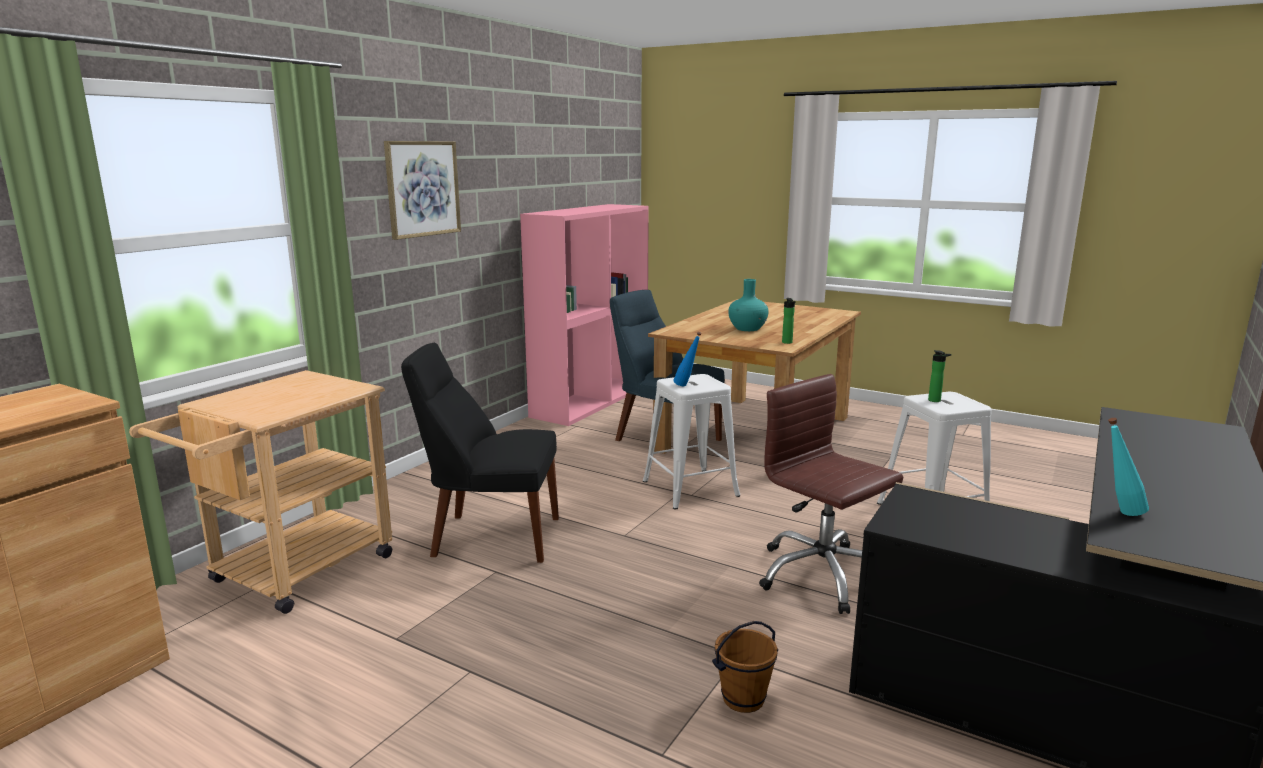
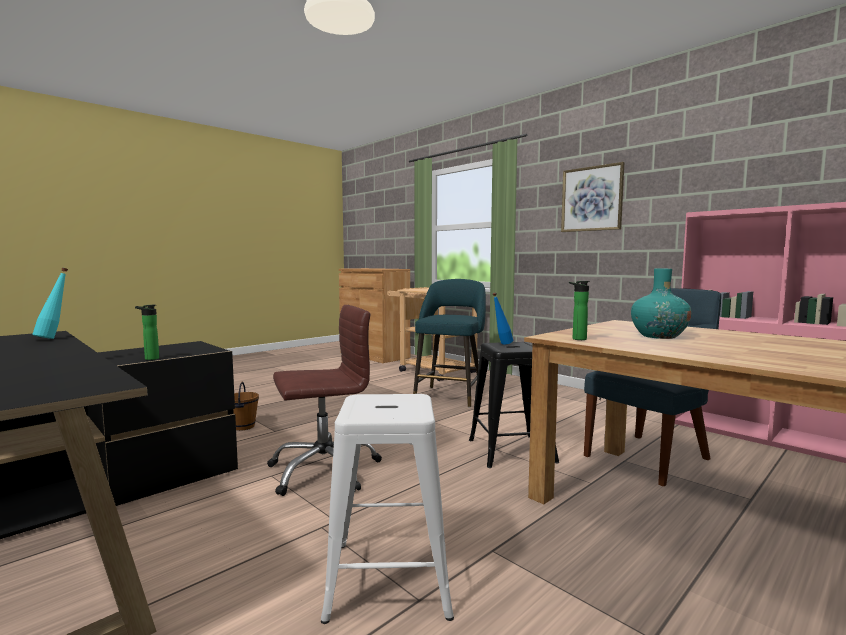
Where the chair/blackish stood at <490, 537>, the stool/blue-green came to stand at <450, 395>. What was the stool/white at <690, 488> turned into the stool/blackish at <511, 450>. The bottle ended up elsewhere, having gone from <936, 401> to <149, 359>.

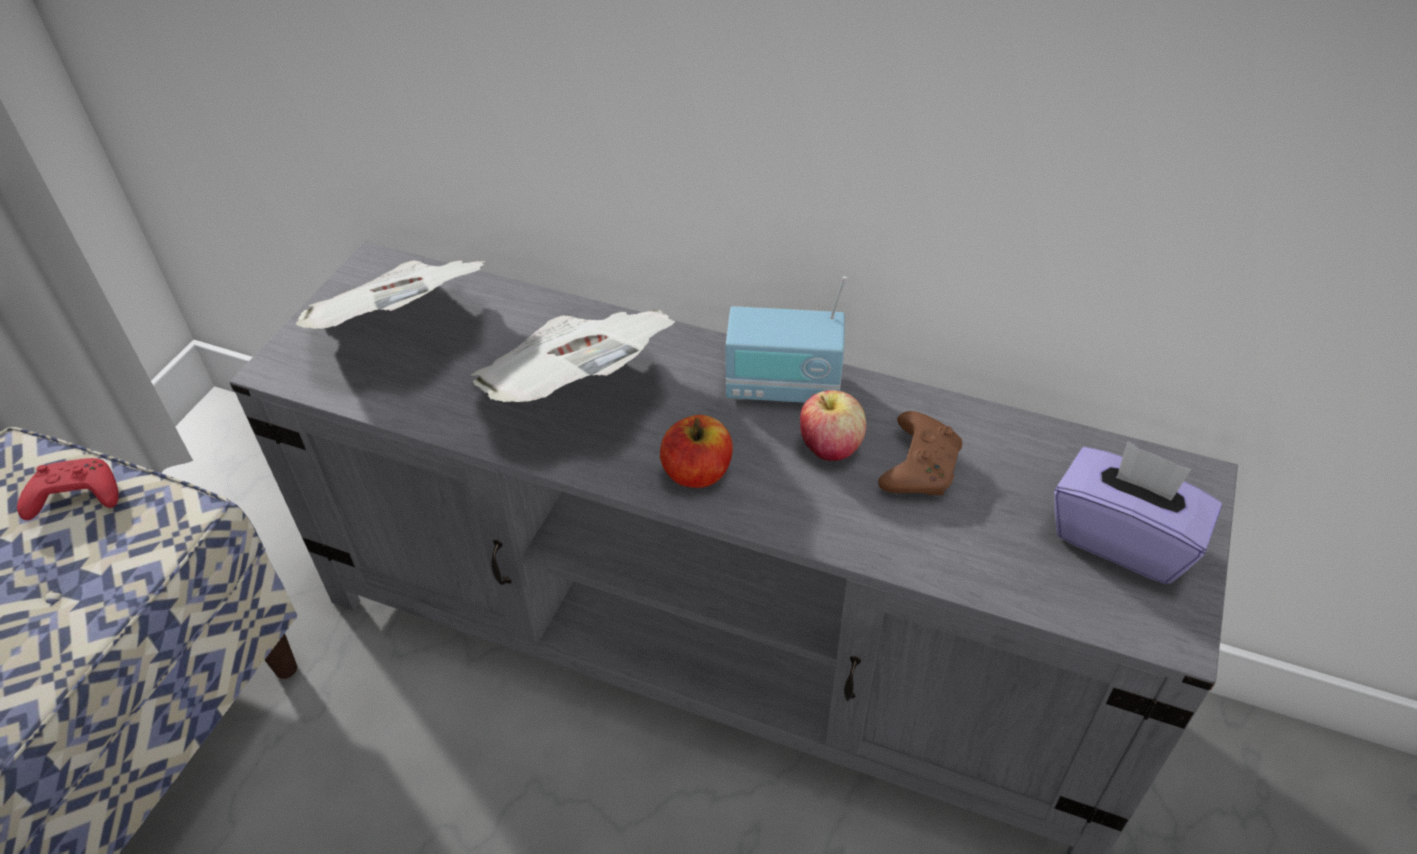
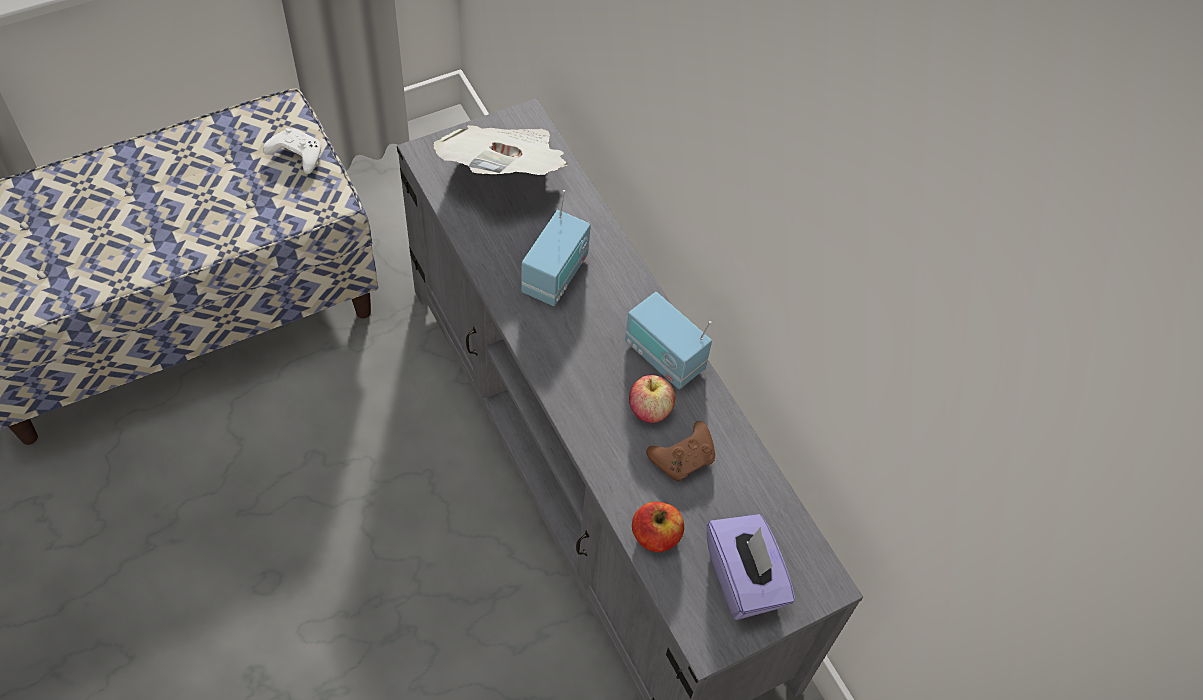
What was the gamepad/red at <75, 499> turned into the gamepad/white at <295, 156>. Where the newspaper stood at <575, 389>, the radio set came to stand at <556, 275>. The whole apple ended up elsewhere, having gone from <697, 472> to <655, 536>.

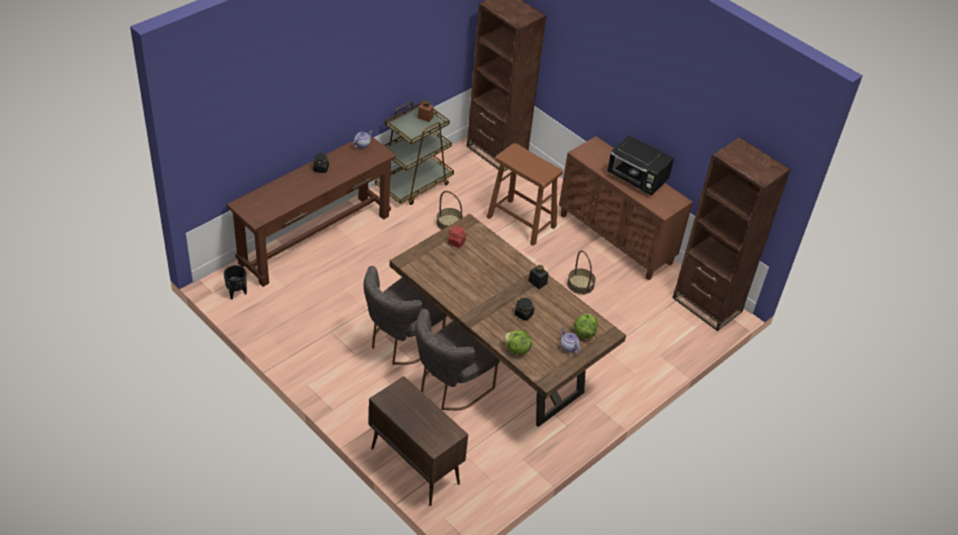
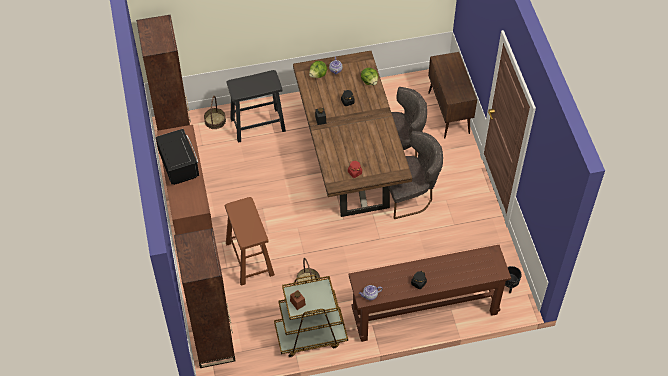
The household basket ended up elsewhere, having gone from <580, 284> to <215, 120>. The second view gained the stool/blackish at <258, 125>.

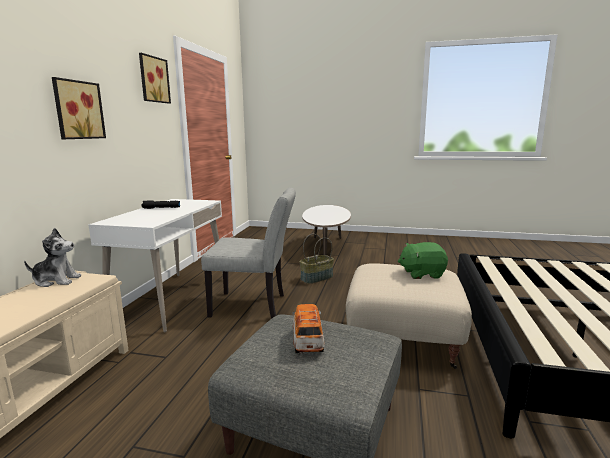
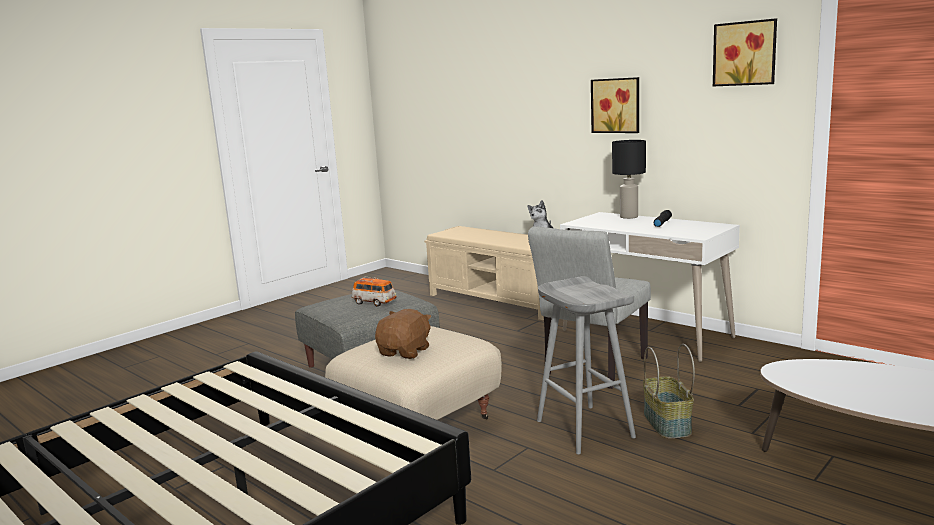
What was the plush toy/green at <422, 274> turned into the plush toy/brownish at <405, 352>. The second view gained the stool/grey at <583, 428>. The second view gained the tabletop lamp/blackish at <628, 217>.

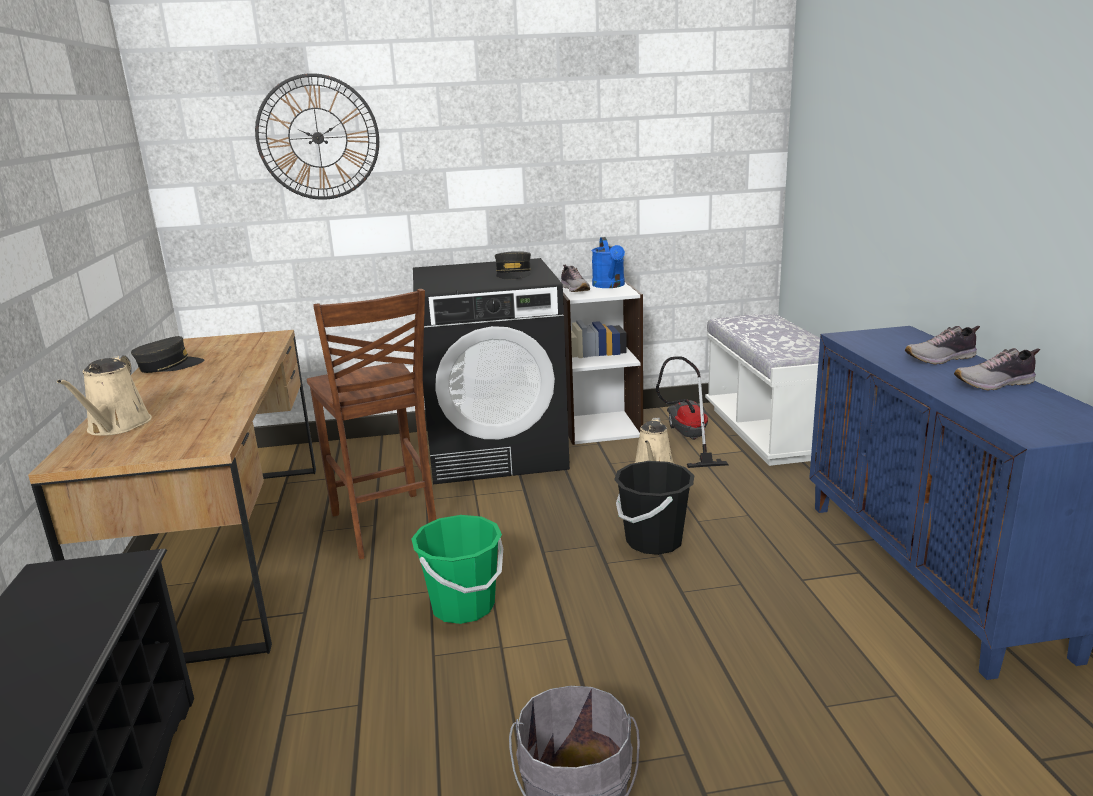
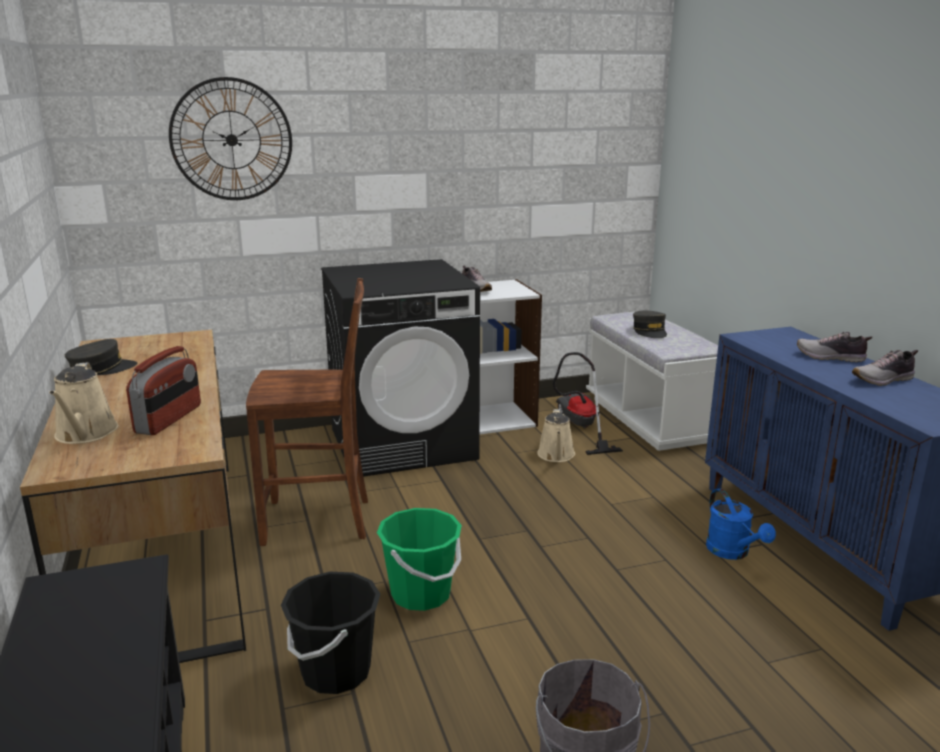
The chair/brownish at <385, 527> ended up facing another way, 60 degrees counterclockwise from before. The cap/grey ended up elsewhere, having gone from <513, 274> to <650, 331>. The sprinkling can/blue ended up elsewhere, having gone from <610, 286> to <732, 552>. The pail/blackish ended up elsewhere, having gone from <653, 541> to <335, 671>. The item of footwear at <941, 359> ended up facing another way, 45 degrees clockwise from before. The second view gained the radio set at <169, 419>.

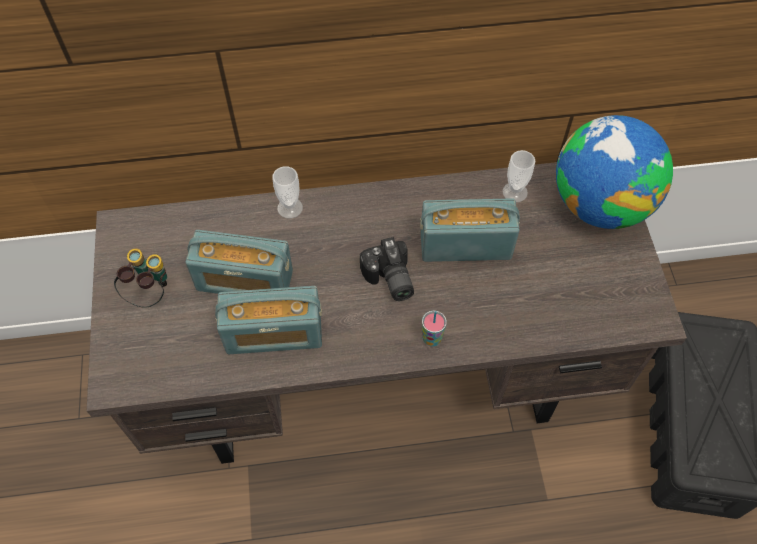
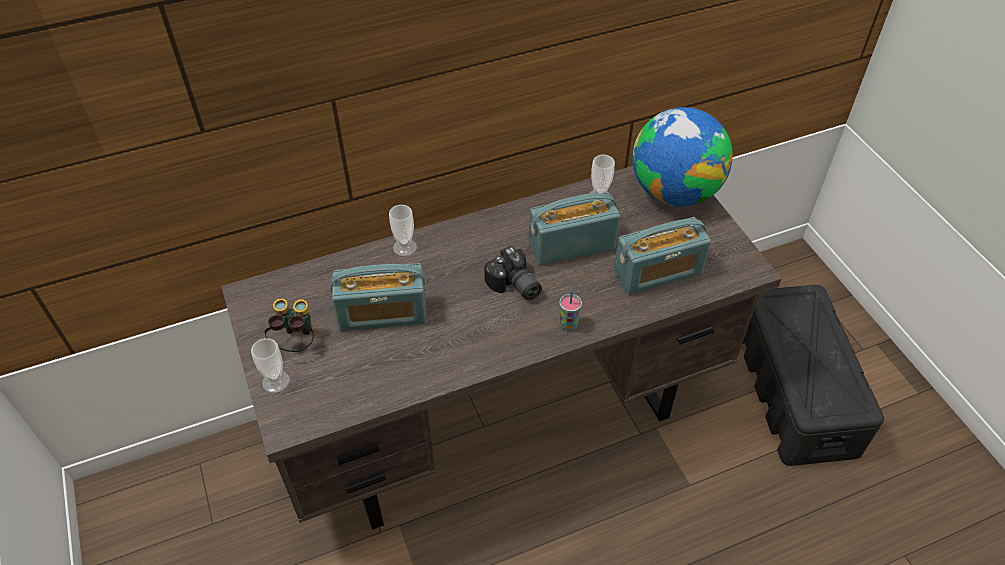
The radio set ended up elsewhere, having gone from <274, 334> to <658, 273>. The second view gained the small cup at <276, 381>.

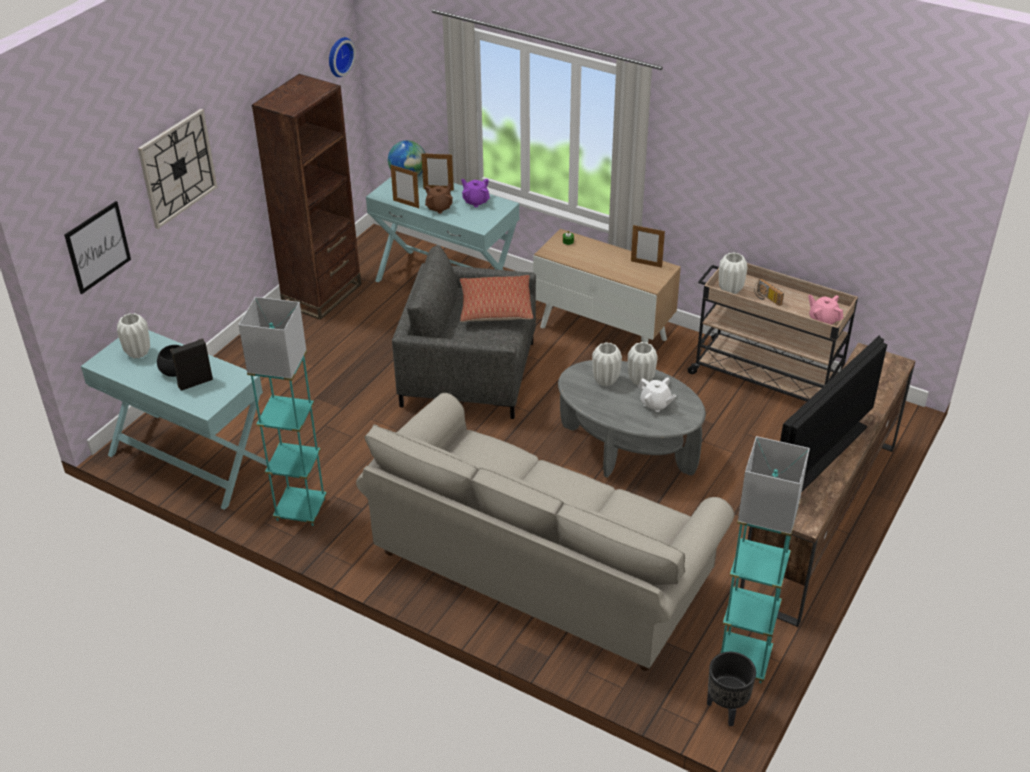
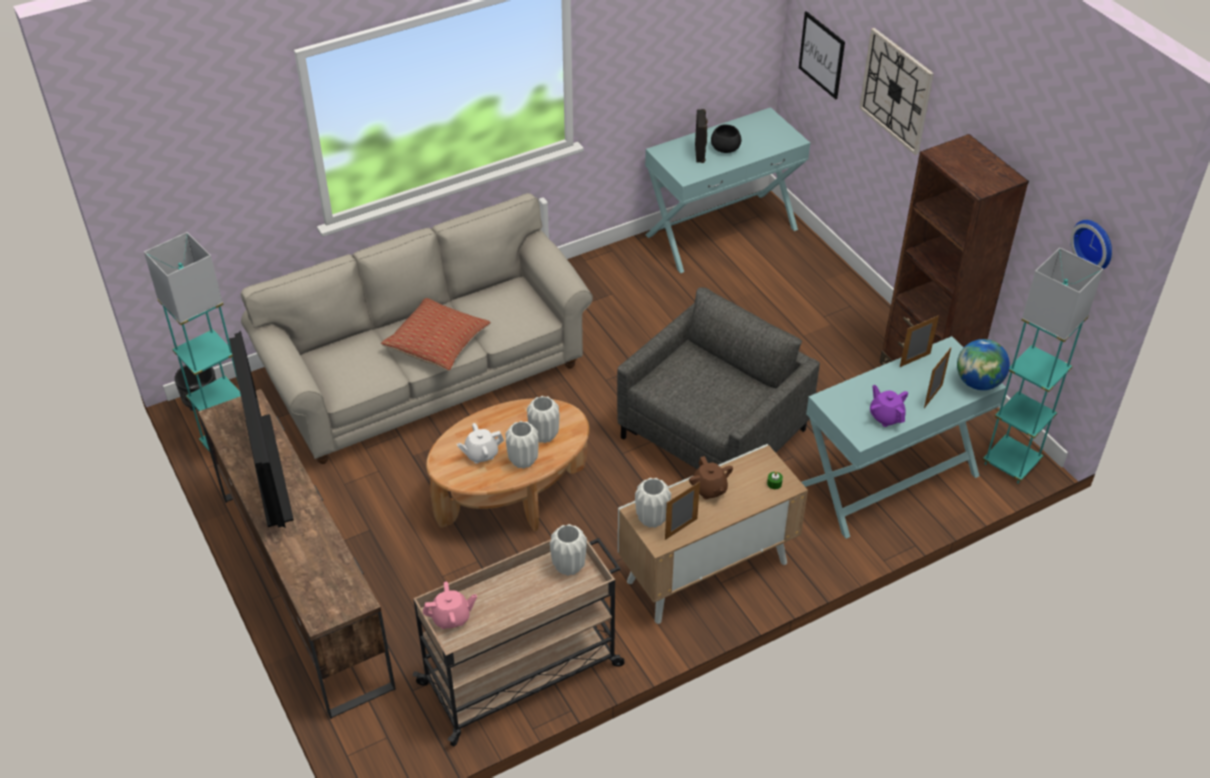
The flower vase/white ended up elsewhere, having gone from <138, 353> to <651, 519>. The standing lamp/blue-green ended up elsewhere, having gone from <300, 509> to <1011, 462>. The pot for tea/brownish ended up elsewhere, having gone from <439, 207> to <709, 489>. The pillow ended up elsewhere, having gone from <495, 308> to <437, 343>. The pot for tea/purplish at <475, 201> ended up facing another way, 105 degrees counterclockwise from before. What was the lounge table/grey at <627, 450> turned into the lounge table/brownish at <512, 497>. The second view lost the radio set at <766, 298>.

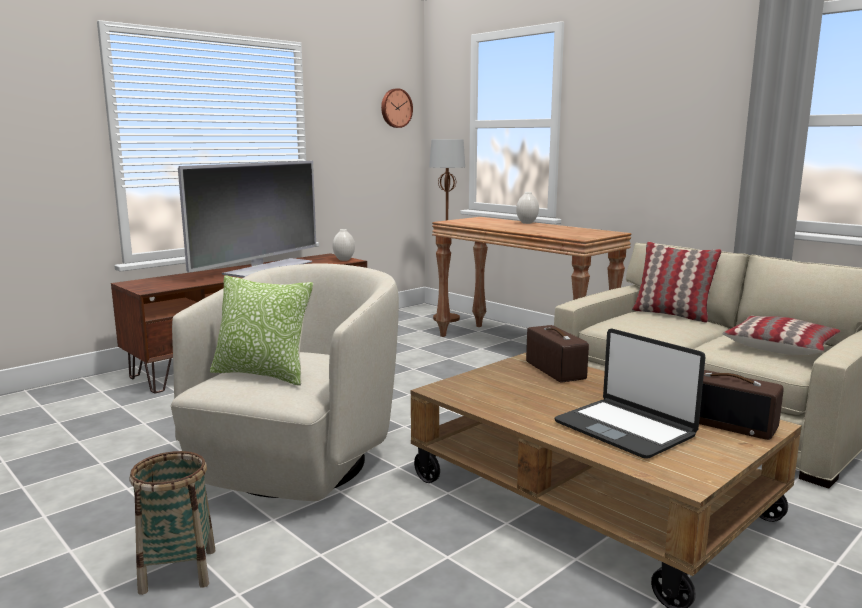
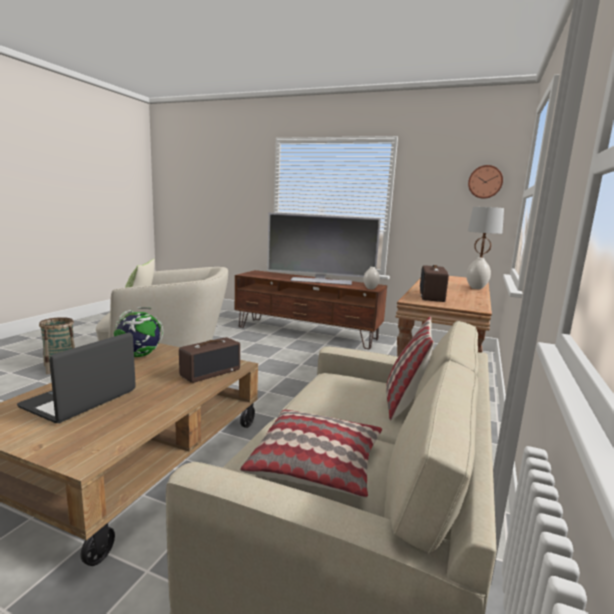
The radio set ended up elsewhere, having gone from <728, 424> to <432, 296>. The second view gained the world globe at <139, 356>.

